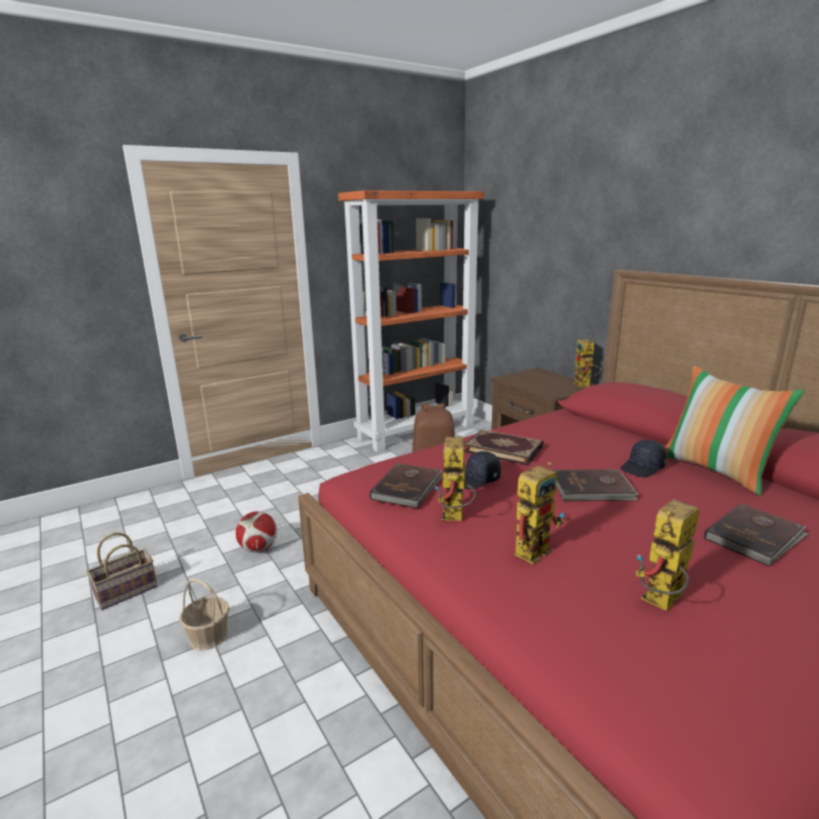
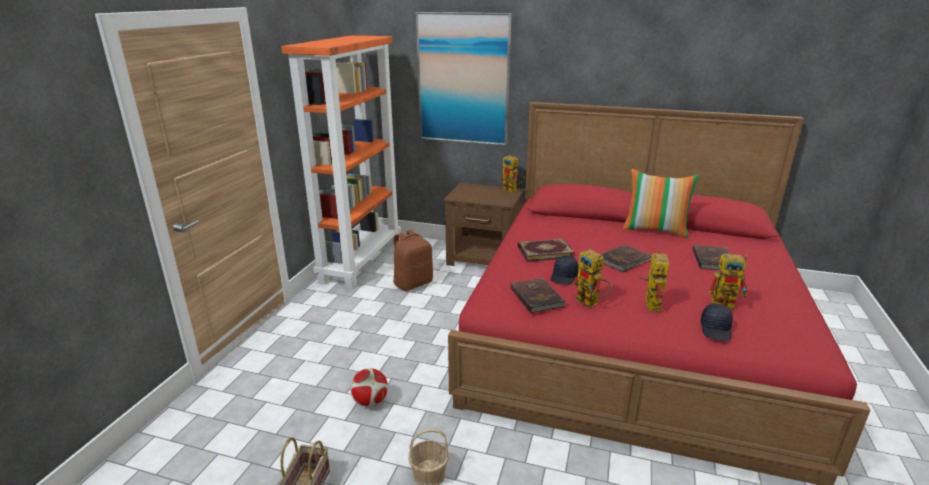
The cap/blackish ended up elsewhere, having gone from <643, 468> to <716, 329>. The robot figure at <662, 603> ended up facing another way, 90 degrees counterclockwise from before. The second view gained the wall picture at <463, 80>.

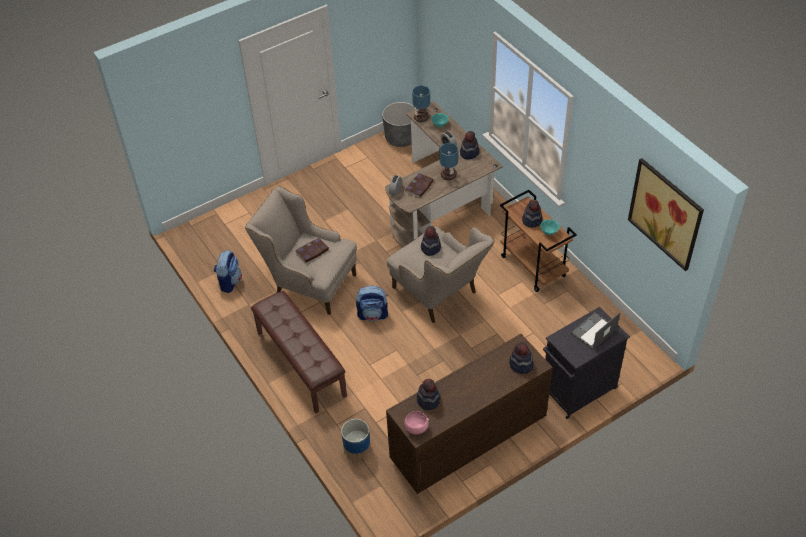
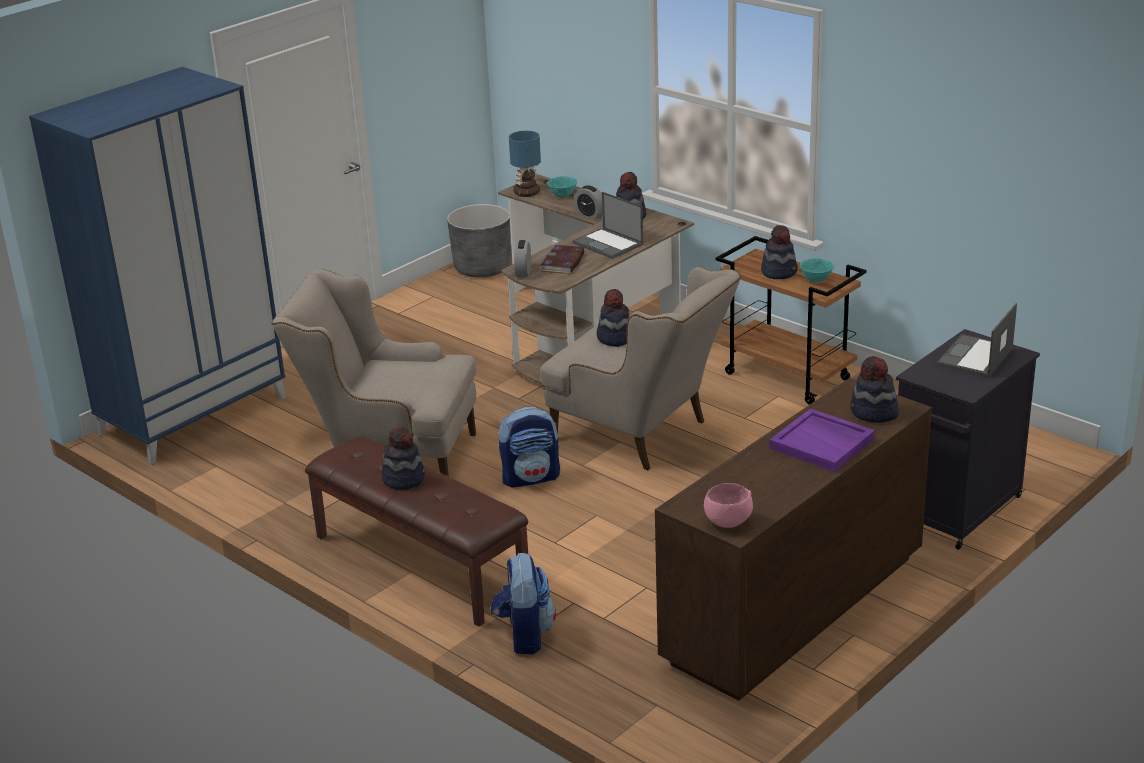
The knapsack ended up elsewhere, having gone from <229, 282> to <524, 635>. The second view lost the bound book at <312, 251>. The second view lost the planter at <358, 450>. The clothing hat ended up elsewhere, having gone from <428, 400> to <404, 478>. Where the tabletop lamp stood at <449, 175>, the portable computer came to stand at <608, 244>. The second view lost the wall picture at <665, 213>. The second view gained the wardrobe/blue at <194, 415>. The second view gained the serving tray/purplish at <823, 443>.

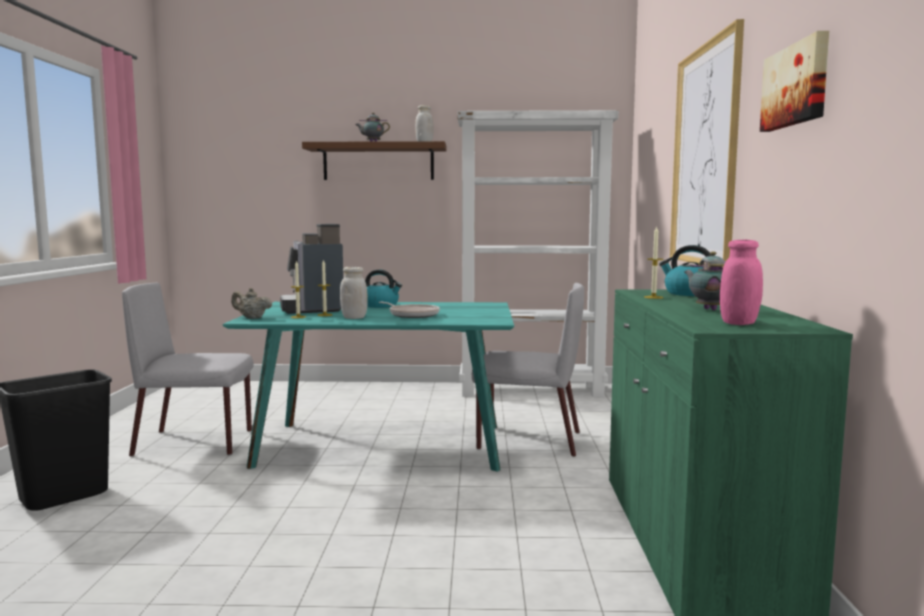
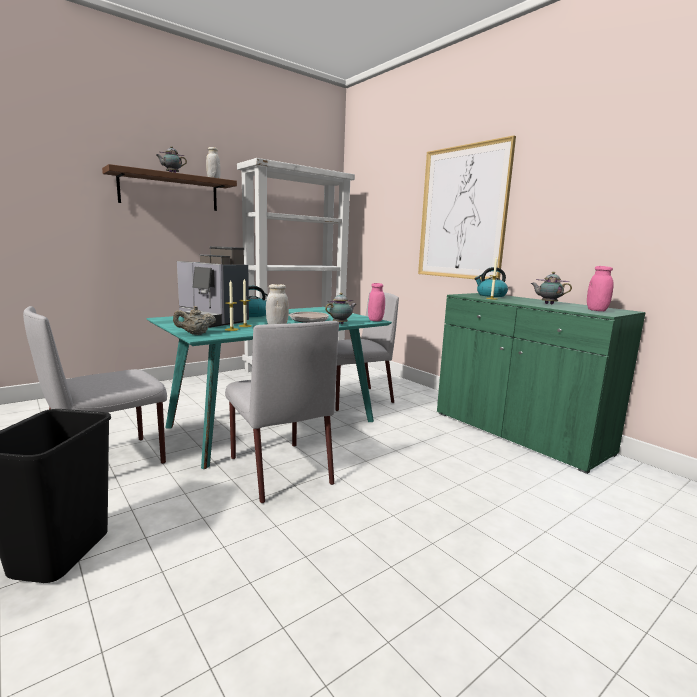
The second view lost the wall picture at <796, 85>. The second view gained the chair/grey at <279, 469>. The second view gained the pot for tea at <341, 324>. The second view gained the storage jar/pink-coloured at <375, 320>.

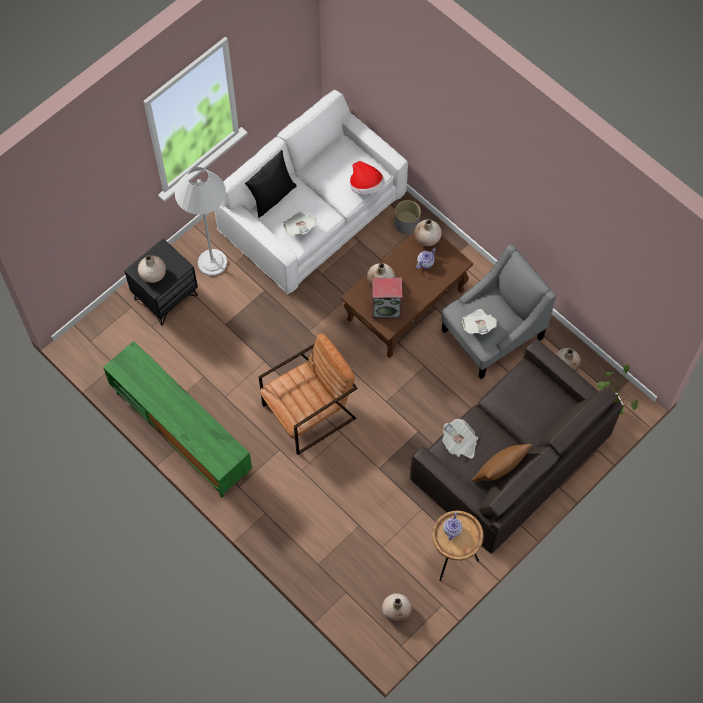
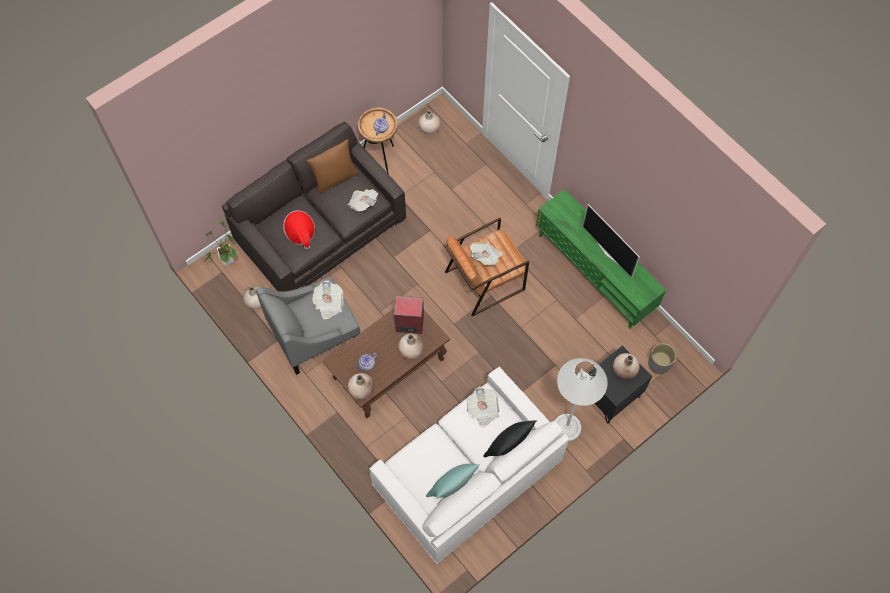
The clothing hat ended up elsewhere, having gone from <366, 186> to <300, 233>. The planter/grey ended up elsewhere, having gone from <406, 224> to <659, 364>. The second view gained the pillow/blue-green at <452, 487>. The second view gained the newspaper at <486, 257>. The second view gained the television at <608, 252>.

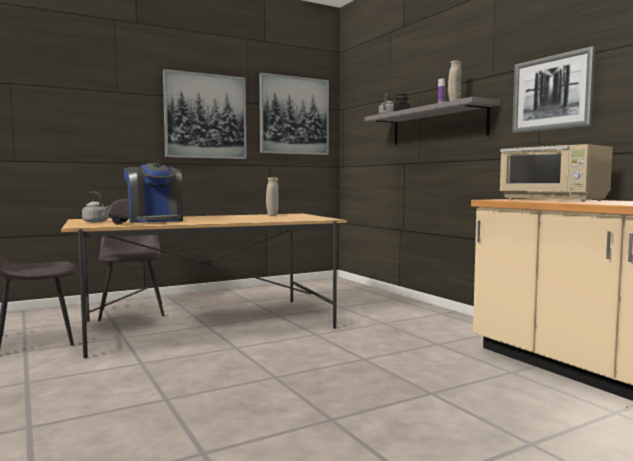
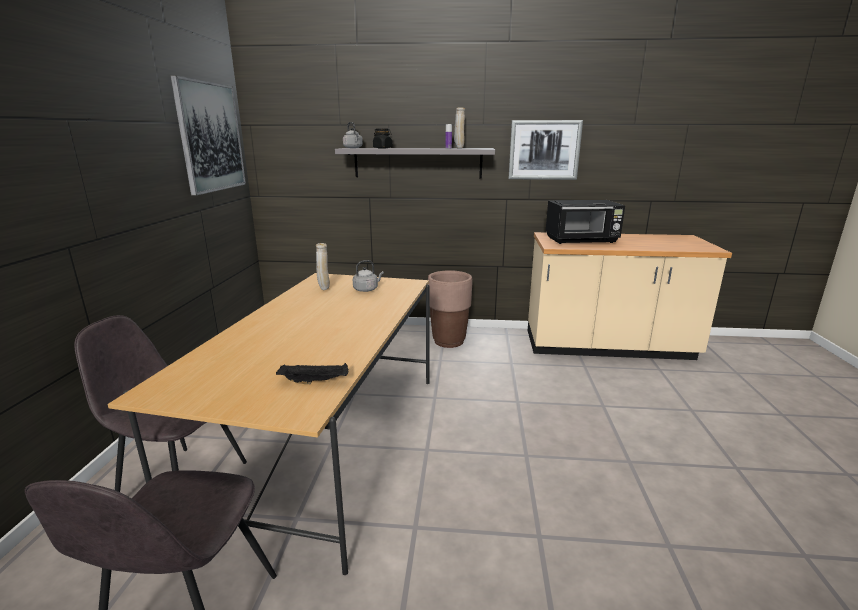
The tea kettle/grey ended up elsewhere, having gone from <96, 222> to <367, 289>. The second view lost the coffee maker at <155, 221>. The second view lost the wall picture at <205, 116>. What was the microwave/sand-coloured at <553, 200> turned into the microwave/blackish at <582, 240>. The second view gained the planter/brownish at <449, 341>.

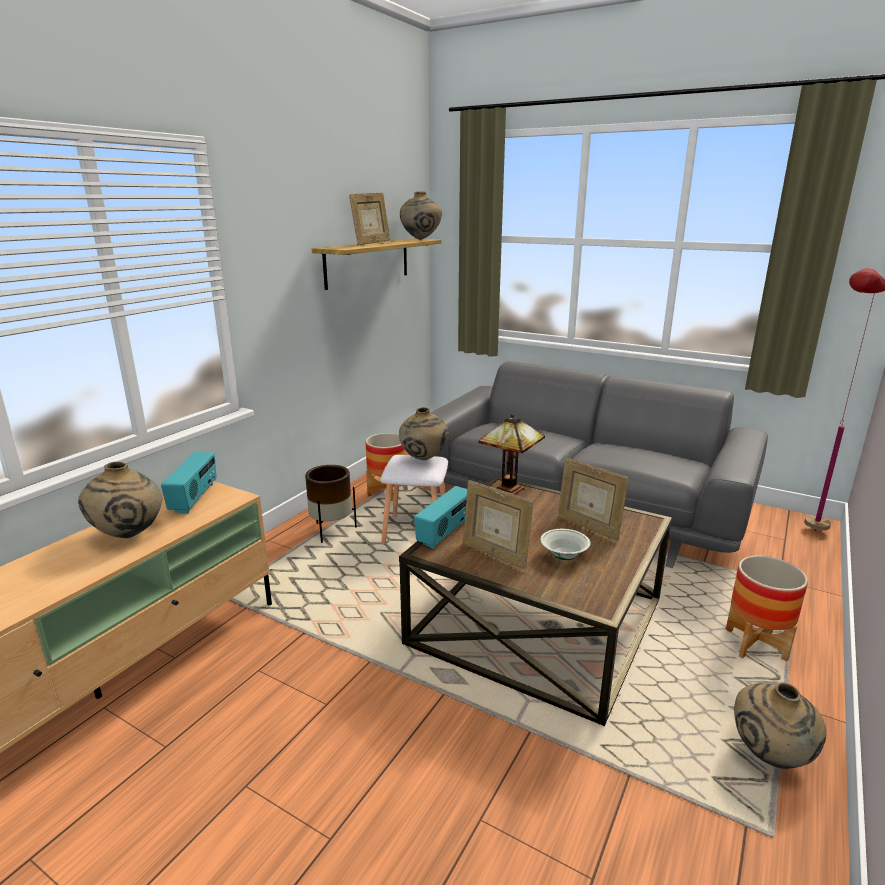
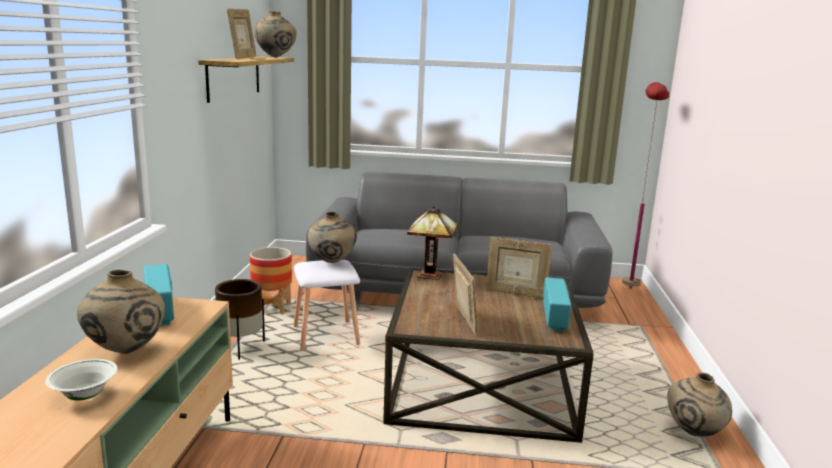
The radio set ended up elsewhere, having gone from <445, 533> to <555, 319>. The standing frame at <495, 554> ended up facing another way, 120 degrees counterclockwise from before. The serving bowl/white ended up elsewhere, having gone from <564, 557> to <85, 396>. The second view lost the planter at <755, 645>.

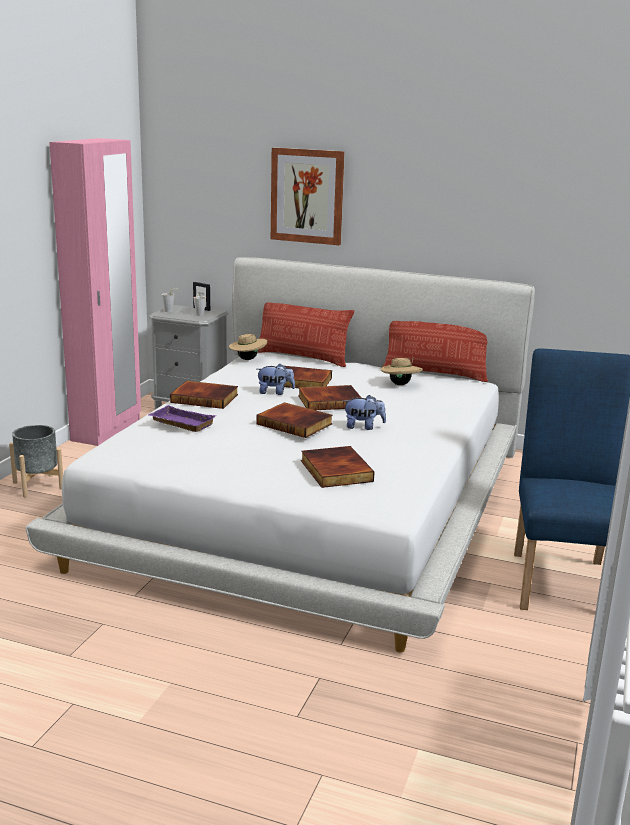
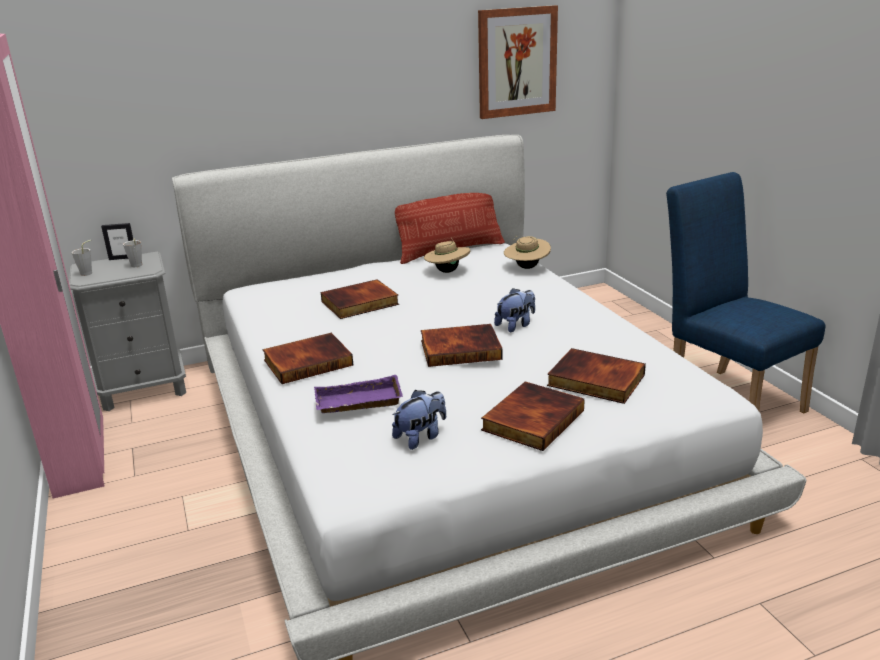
The second view lost the planter/grey at <38, 486>. The clothing hat/sand-coloured ended up elsewhere, having gone from <247, 359> to <526, 267>. The second view lost the pillow at <302, 357>. The plush toy ended up elsewhere, having gone from <275, 392> to <421, 437>. The wall picture ended up elsewhere, having gone from <307, 196> to <517, 62>. The bound book ended up elsewhere, having gone from <329, 401> to <531, 419>.

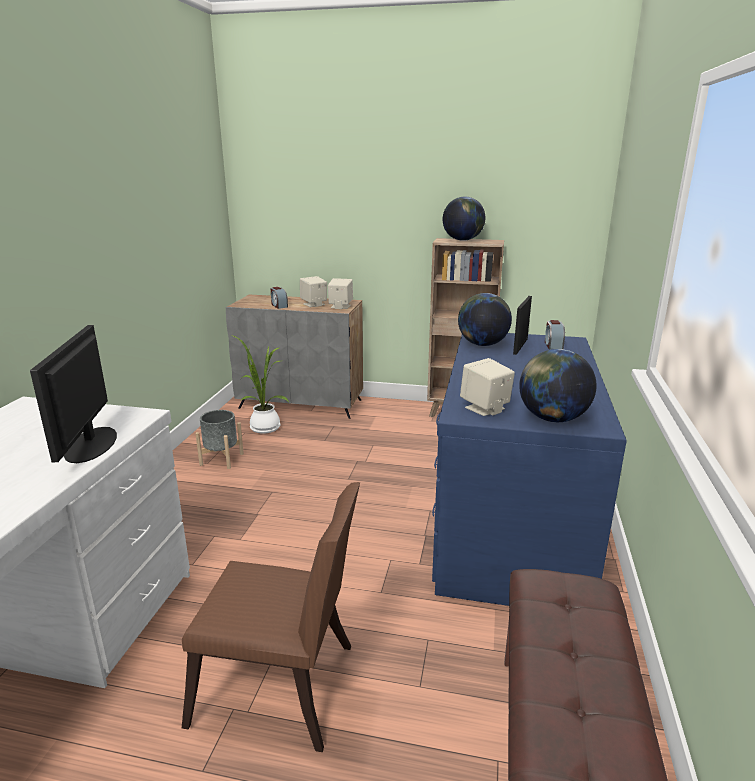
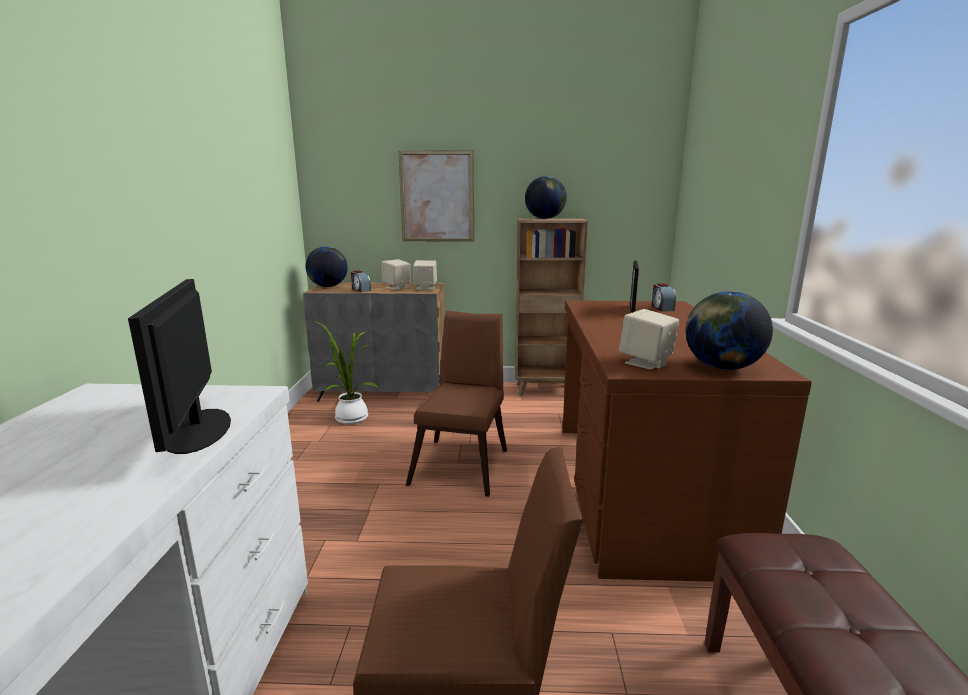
The second view lost the planter/grey at <221, 459>. What was the desk/blue at <510, 521> turned into the desk/brownish at <640, 490>. The world globe ended up elsewhere, having gone from <482, 344> to <328, 286>. The second view gained the wall picture at <437, 197>. The second view gained the chair/brownish at <463, 463>.

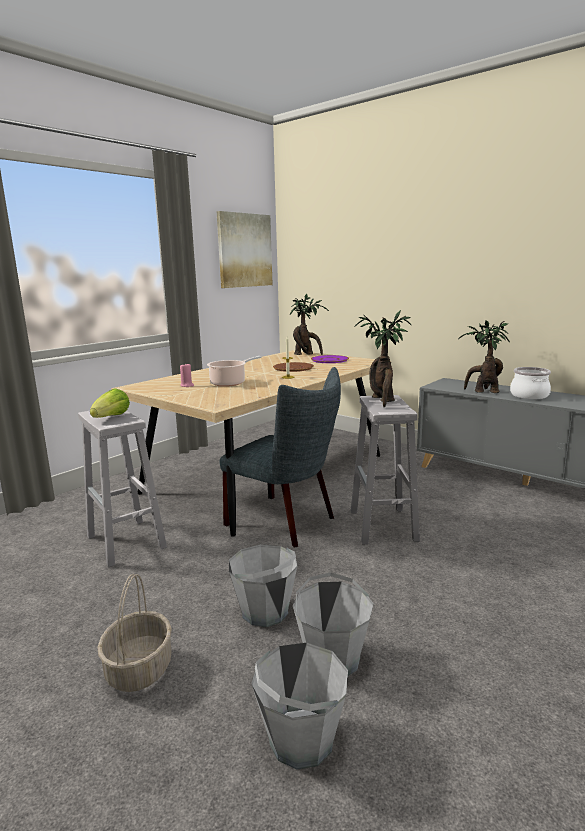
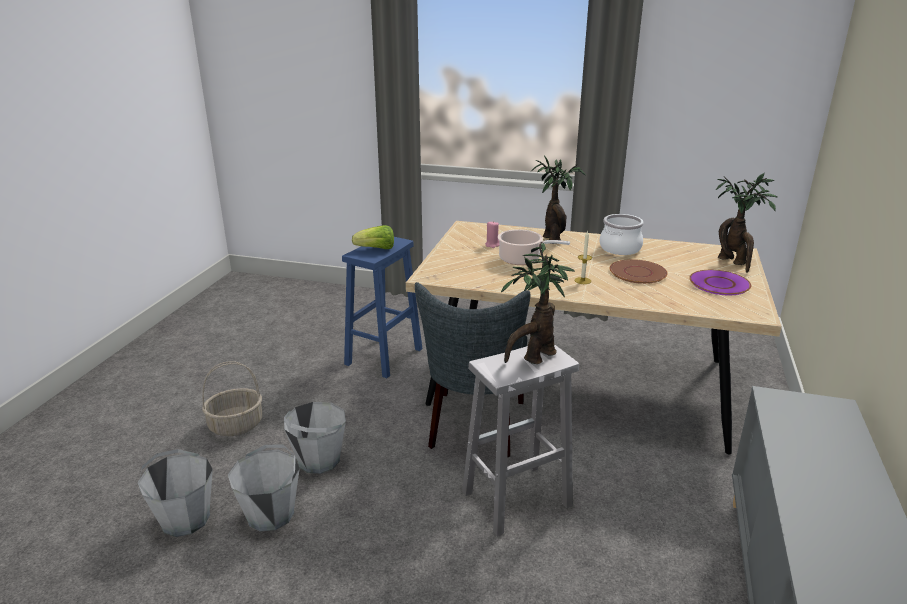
What was the stool/white at <127, 542> turned into the stool/blue at <383, 357>. The second view lost the wall picture at <244, 250>. The plant in a pot ended up elsewhere, having gone from <483, 392> to <552, 239>. The saucepot ended up elsewhere, having gone from <529, 395> to <620, 248>.

